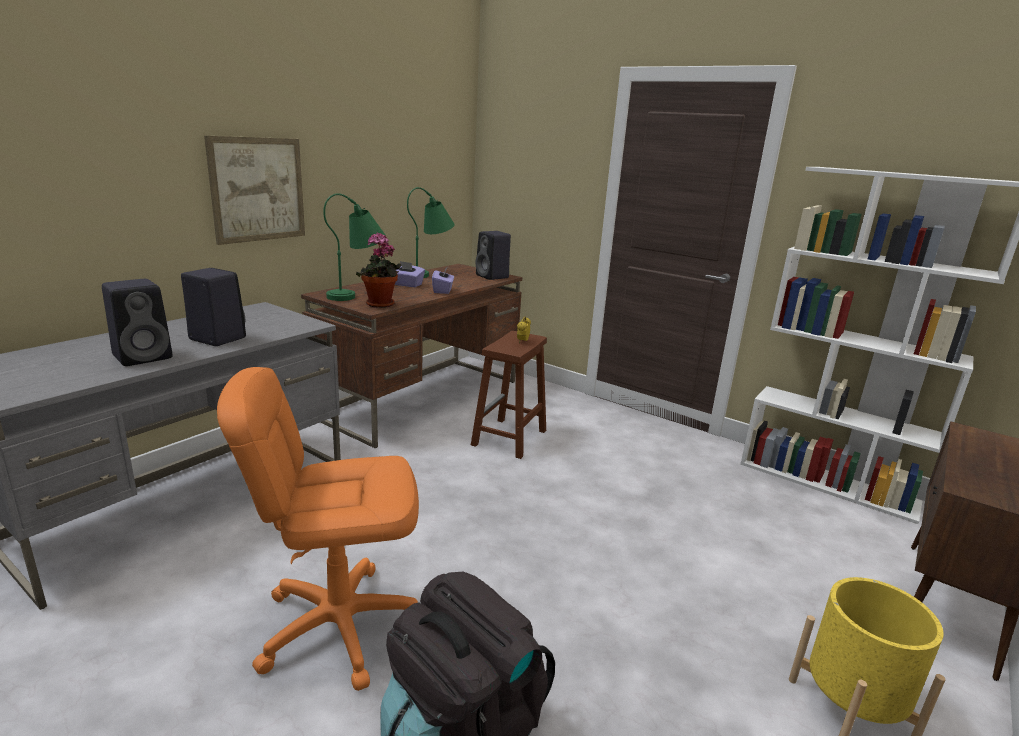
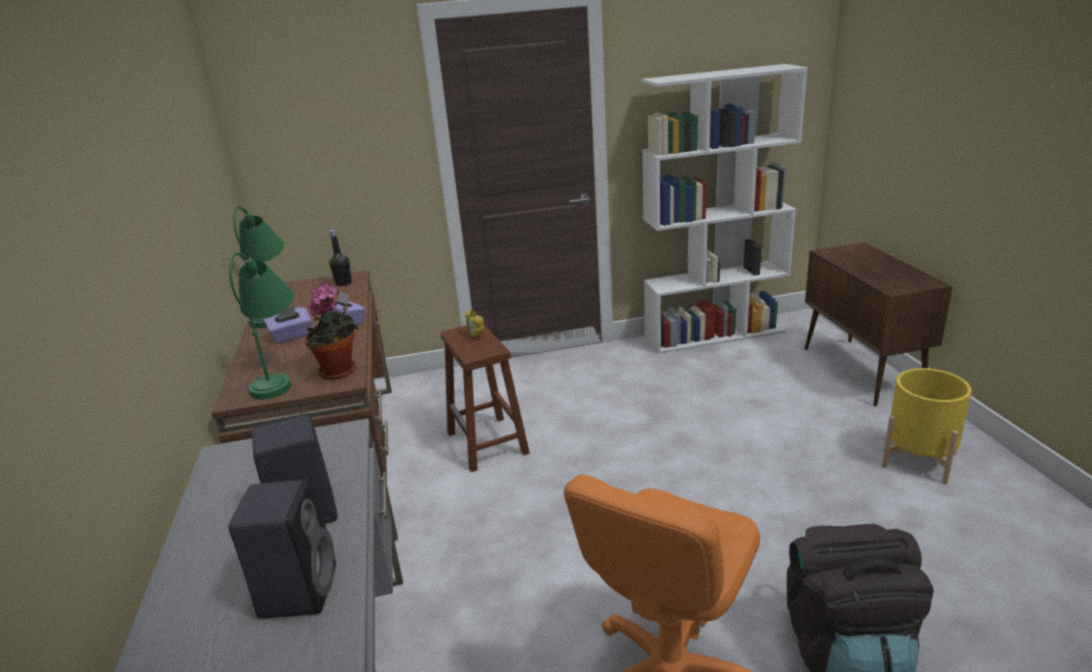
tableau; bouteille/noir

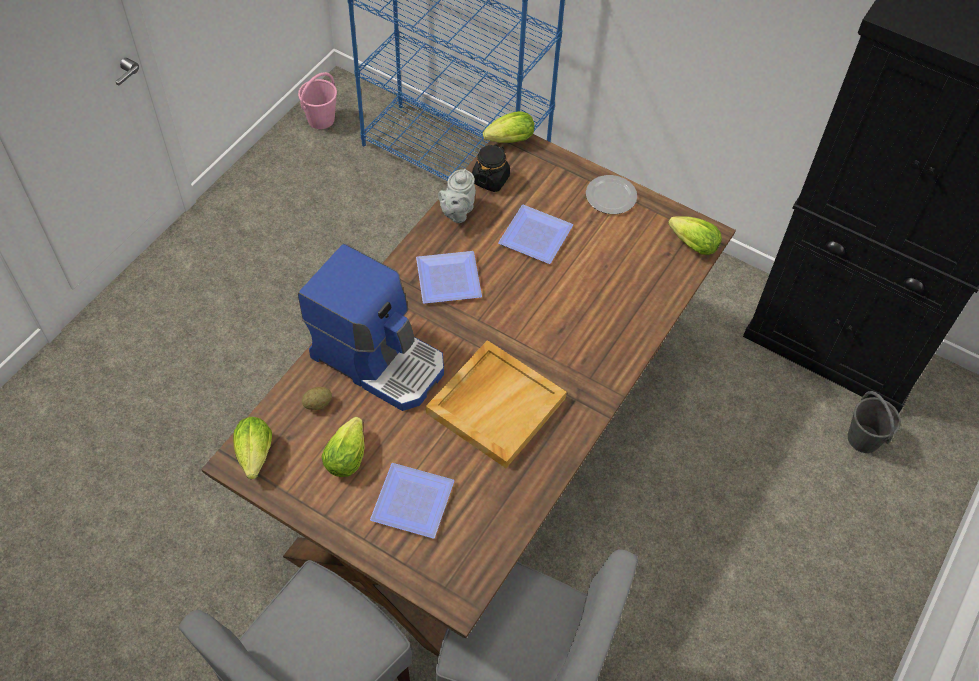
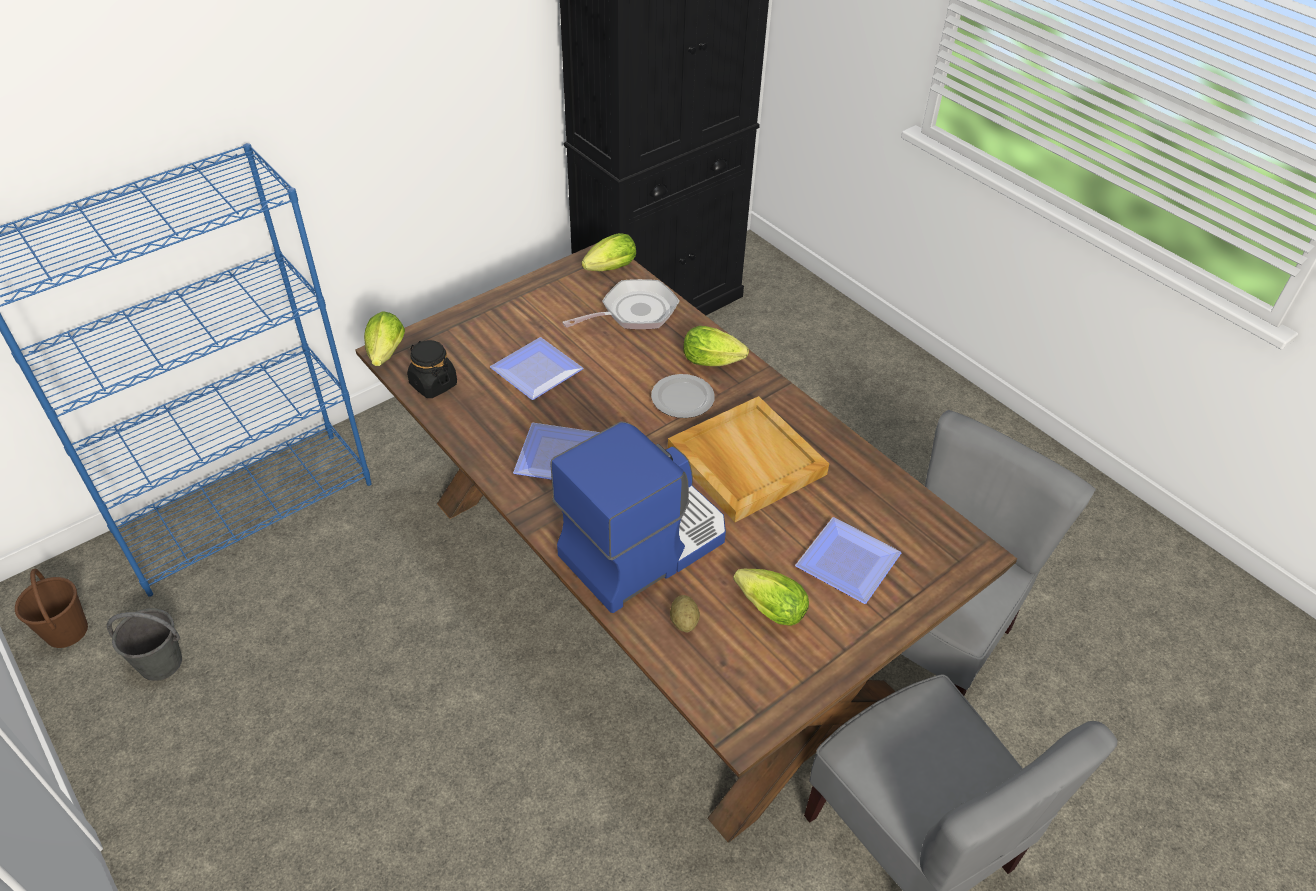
laitue (3rd from left); seau/marron; théière/gris; assiette (3rd from left); seau/gris; poêle

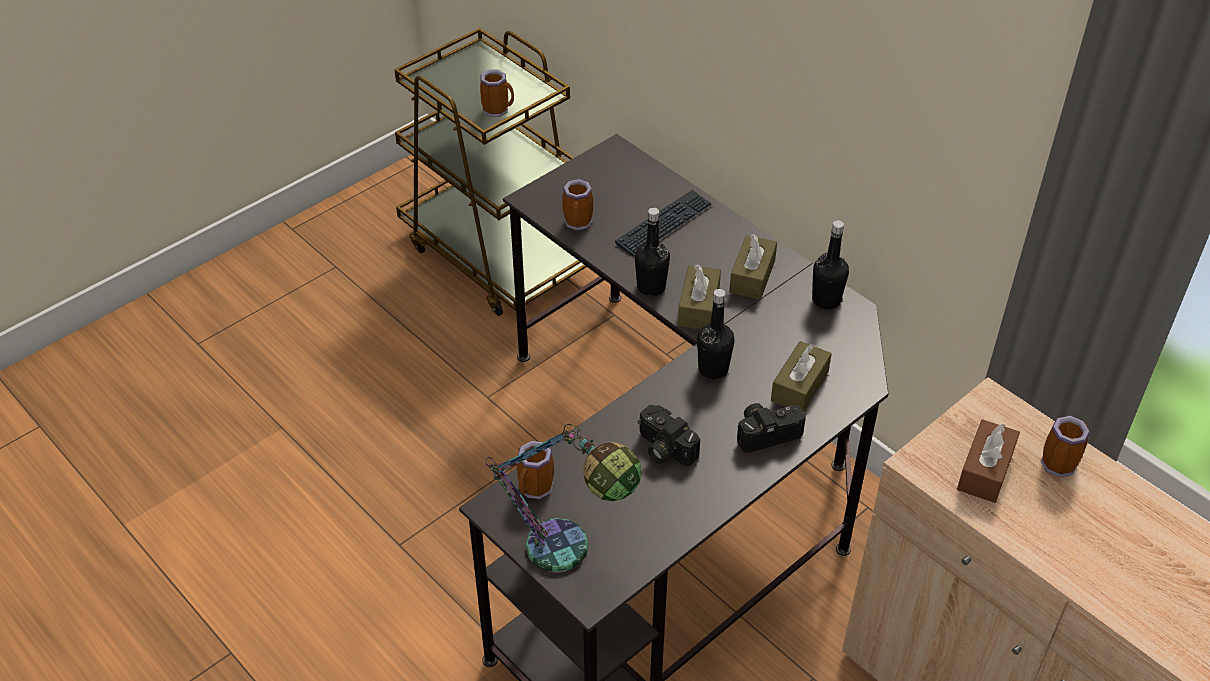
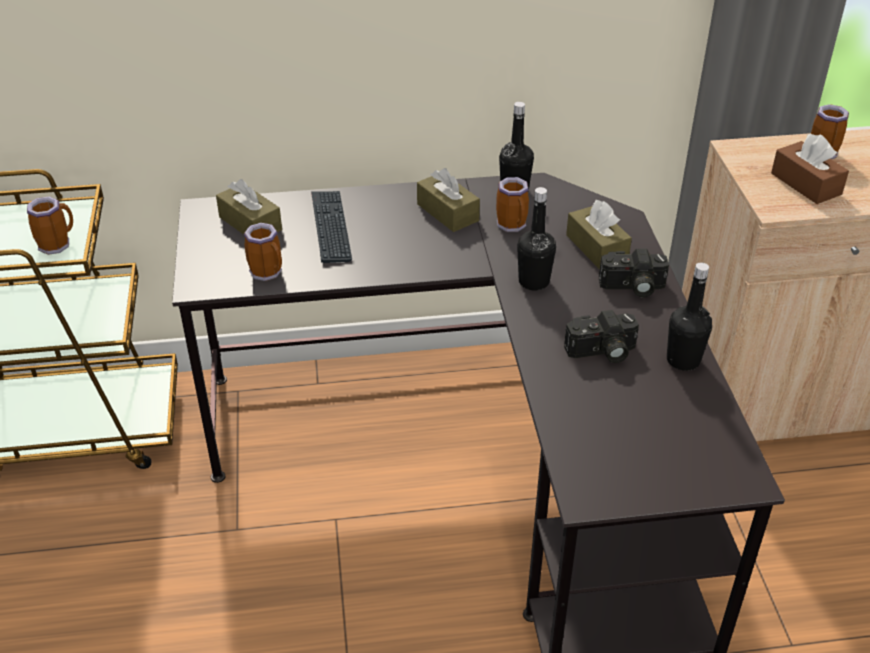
lampe de table; mug (3rd from left); bouteille/noir (3rd from left); boîte à mouchoirs/marron (1st from left); appareil photo (2nd from left)

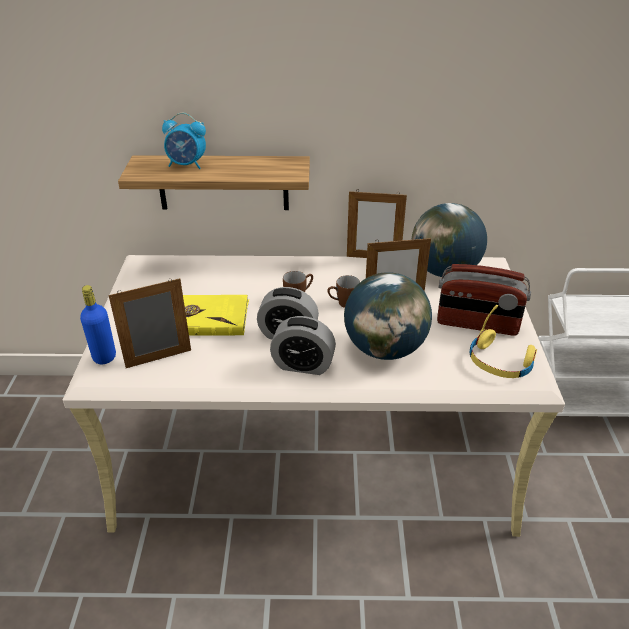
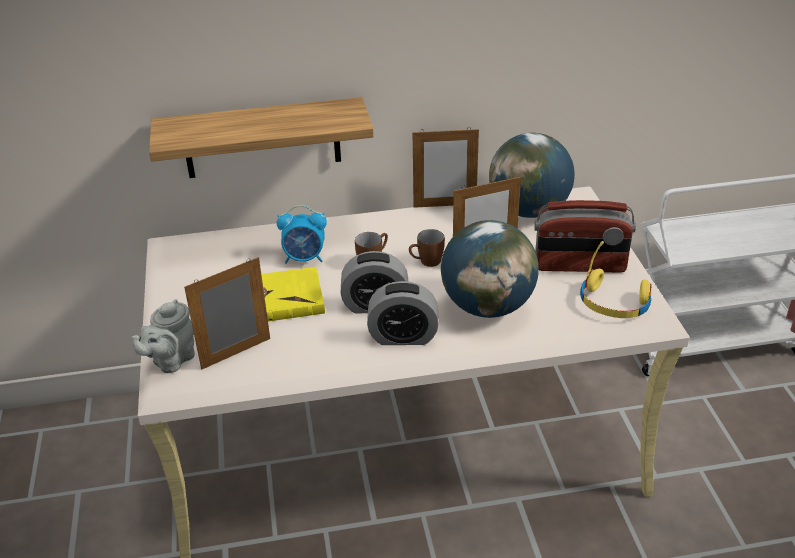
théière/gris; réveil (1st from left)

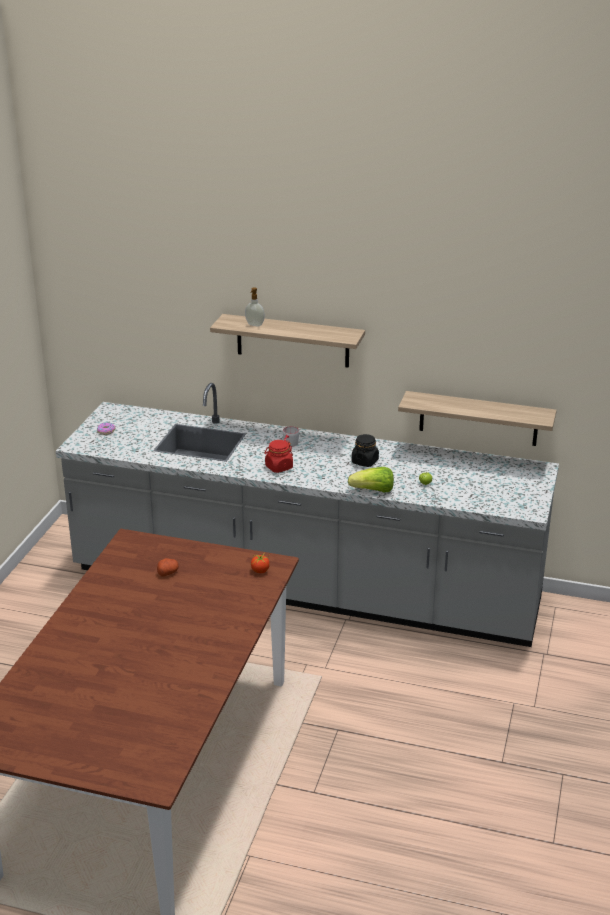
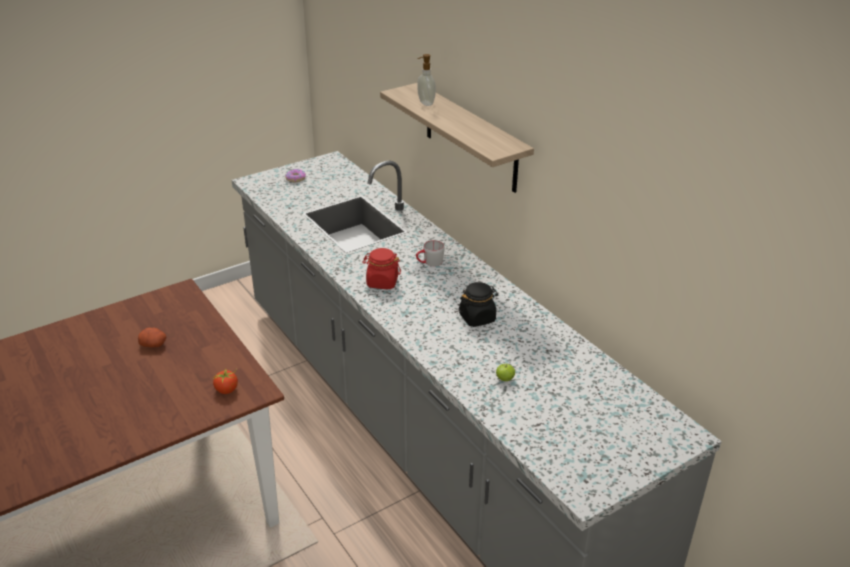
laitue; étagère (2nd from left in the first image)

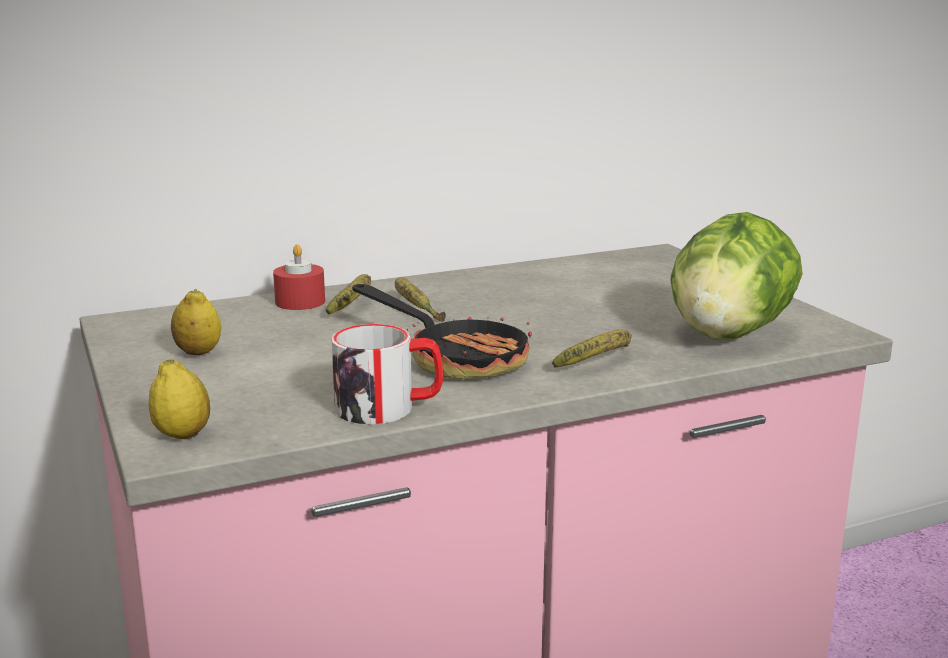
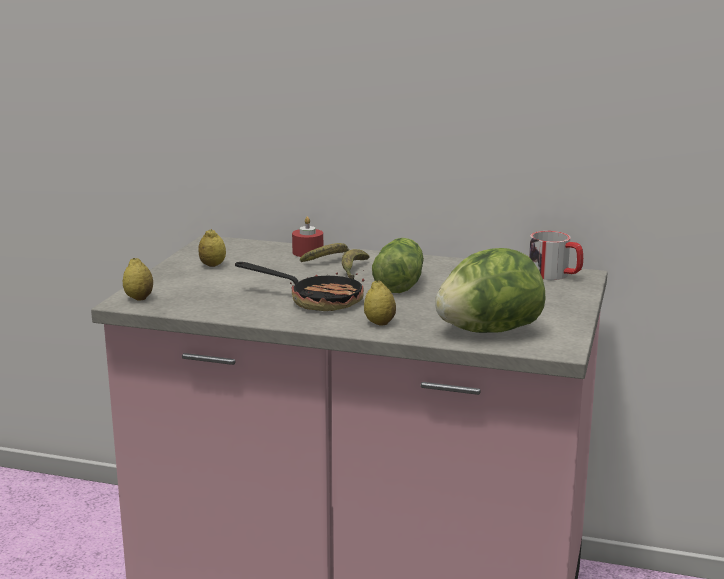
mug; poêle; citron (3rd from left); laitue (1st from left)

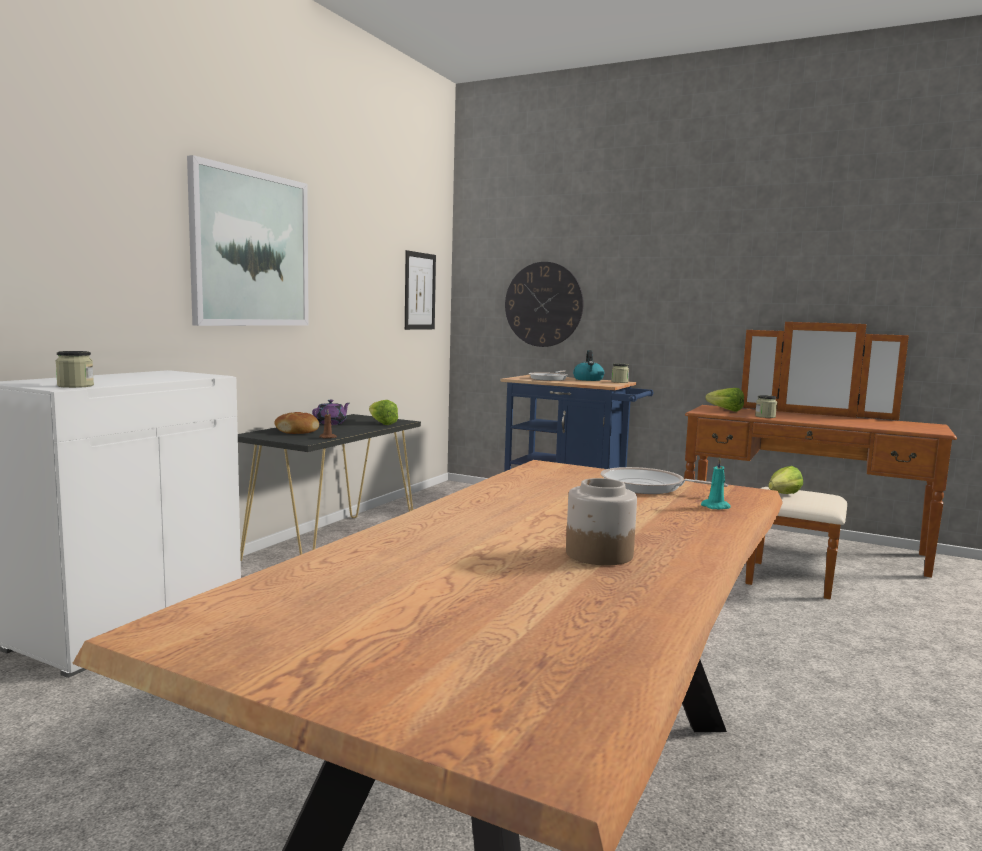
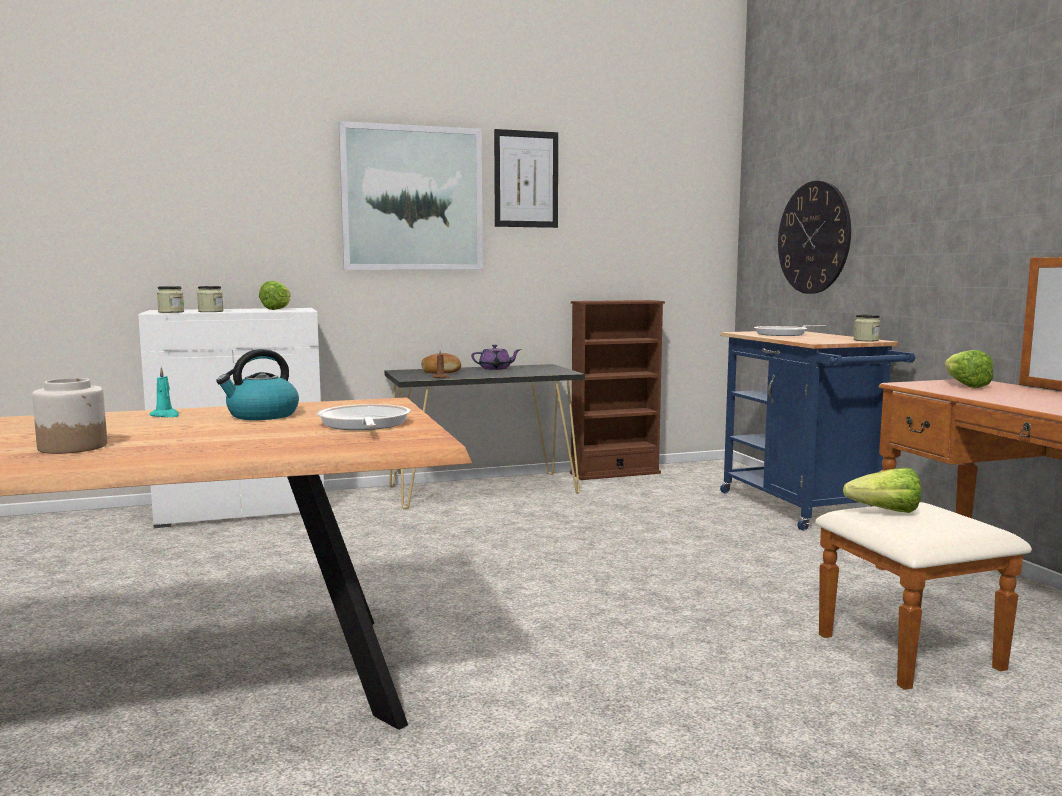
laitue (1st from left); tableau (2nd from left); bouilloire; bougie/turquoise; bocal (3rd from left); bibliothèque/marron

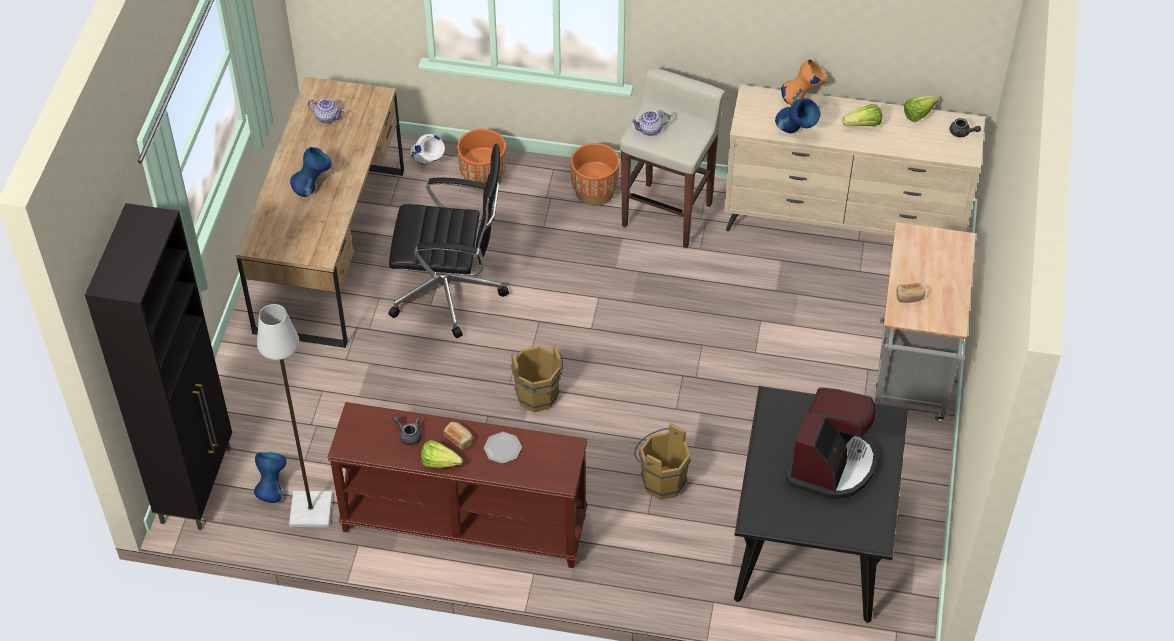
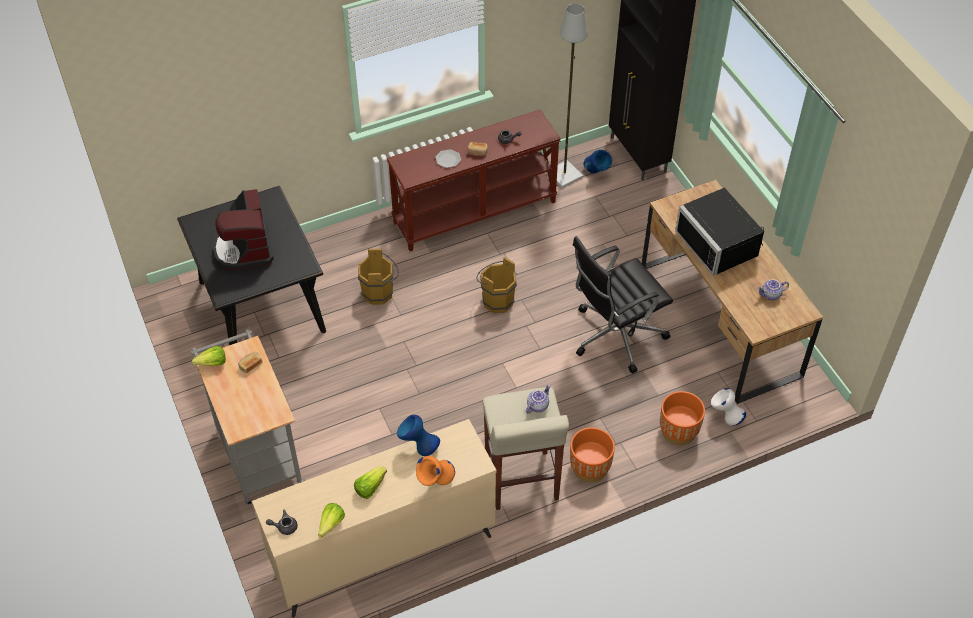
micro-ondes/noir; laitue (1st from left)

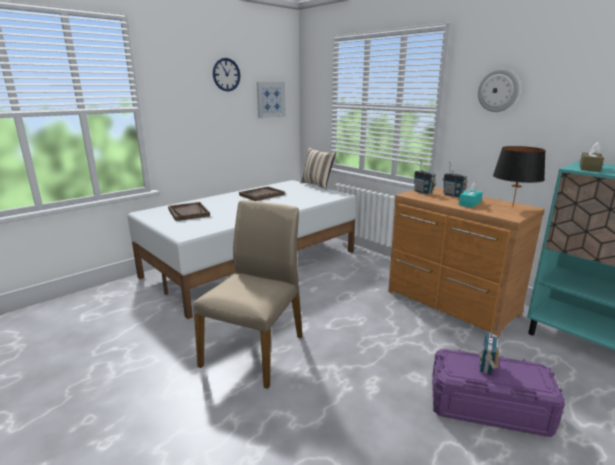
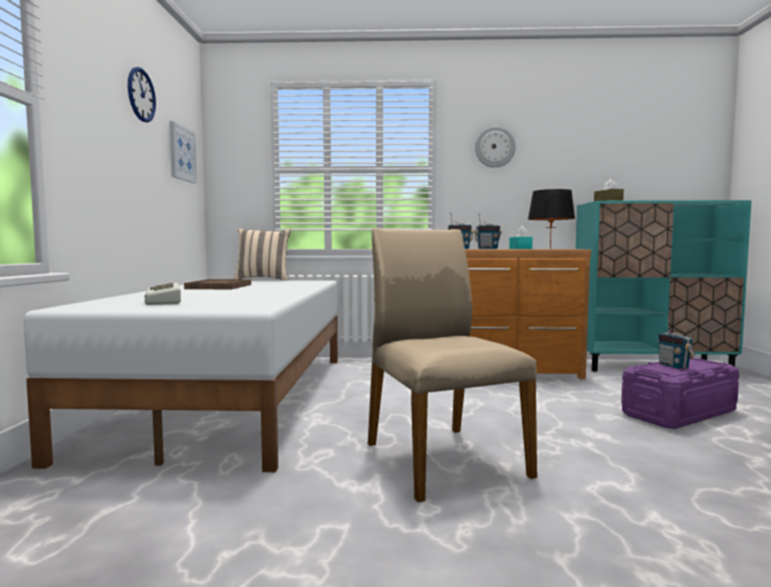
clavier

